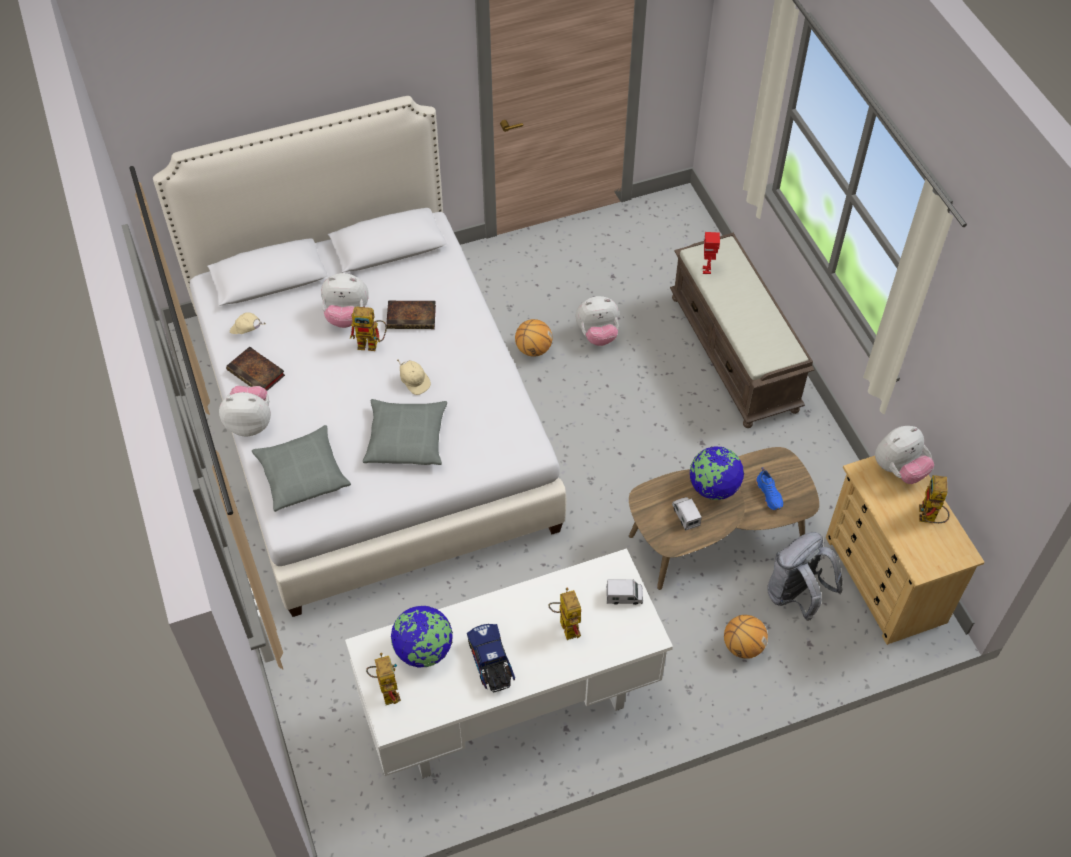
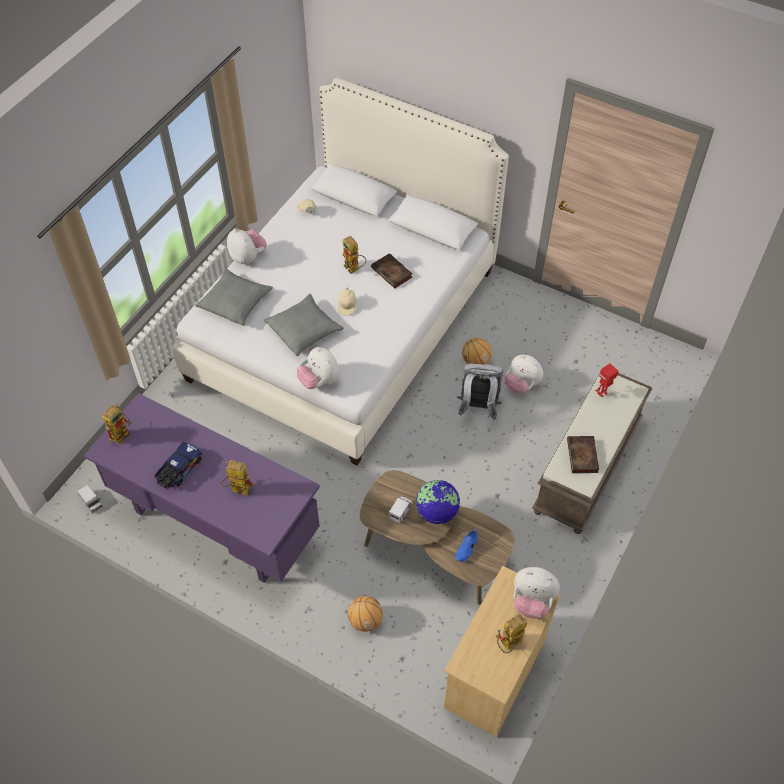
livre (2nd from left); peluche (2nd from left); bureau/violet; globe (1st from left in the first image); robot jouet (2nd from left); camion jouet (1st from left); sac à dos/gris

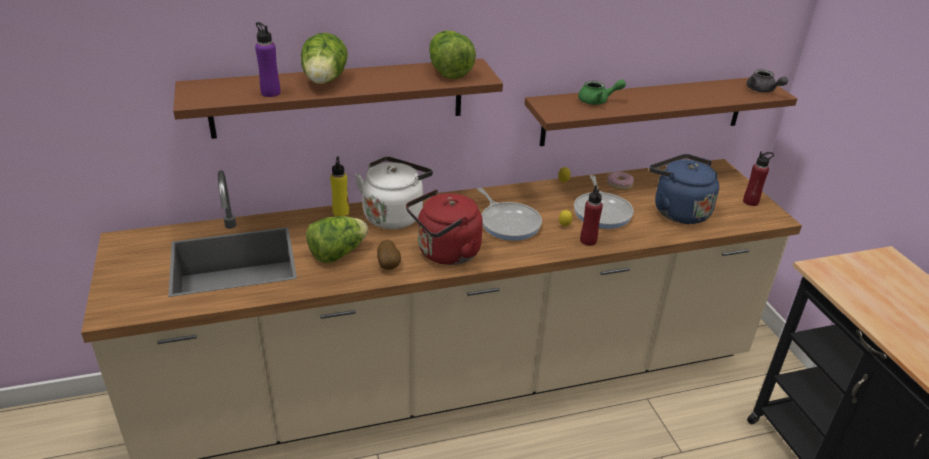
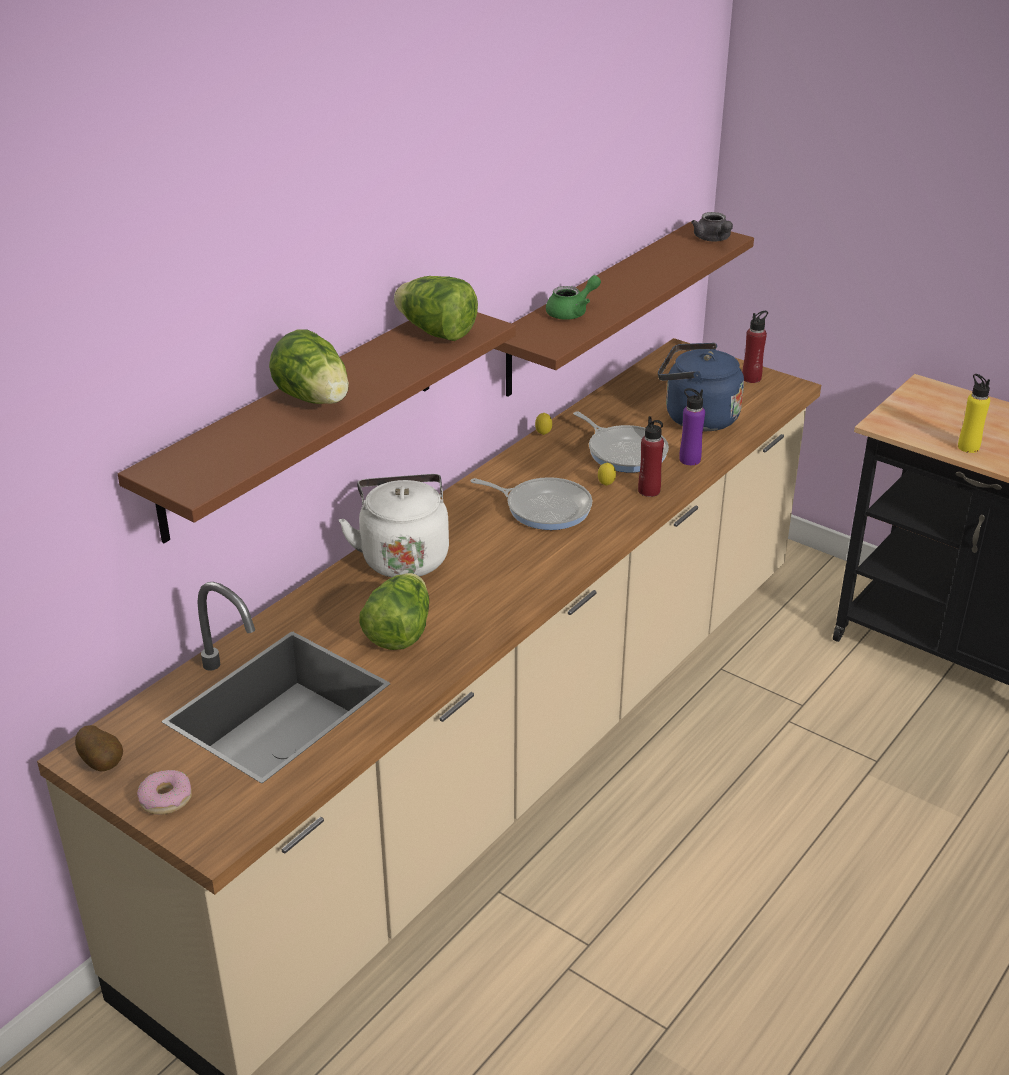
bouteille/violet; bouteille/jaune; pomme de terre; bouilloire/rouge; beignet; théière/gris

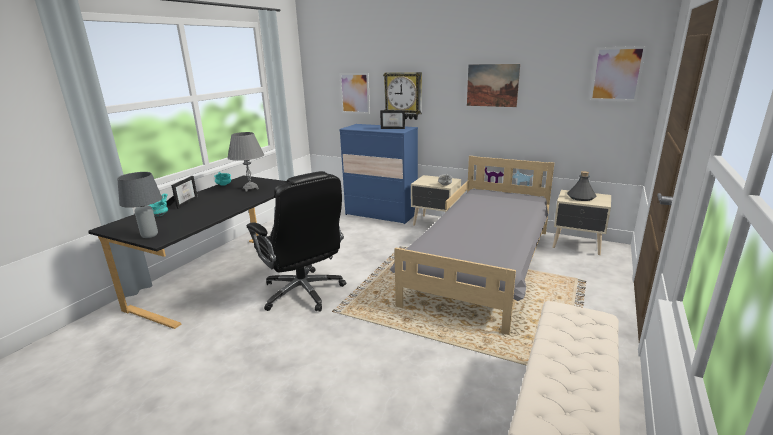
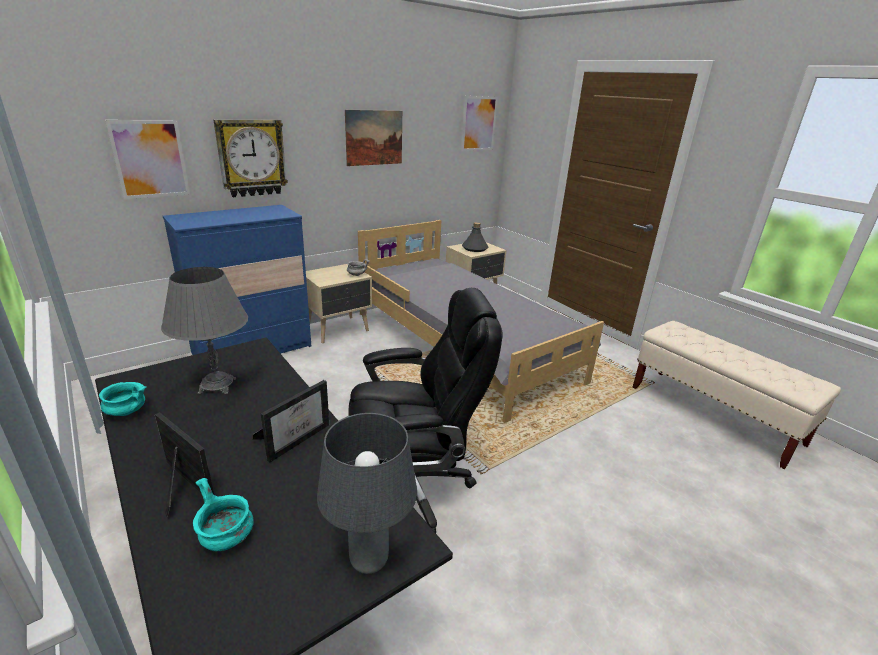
cadre photo (2nd from left)

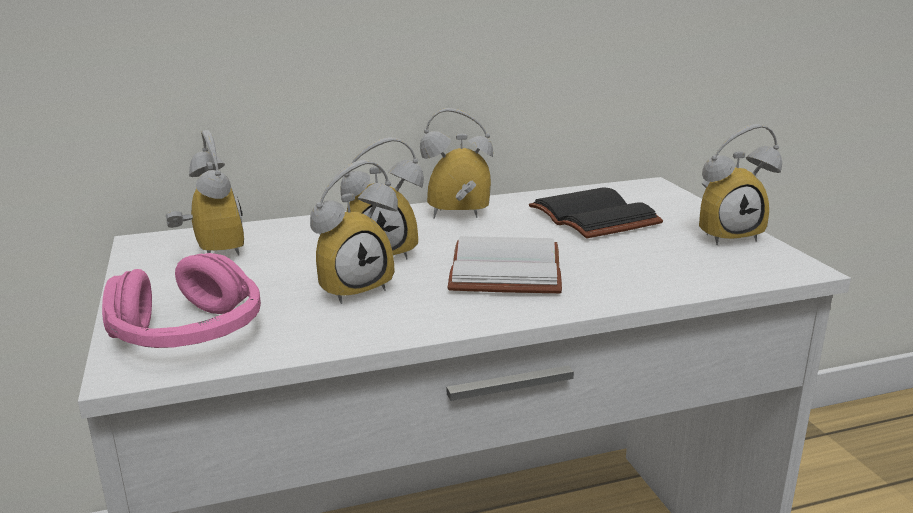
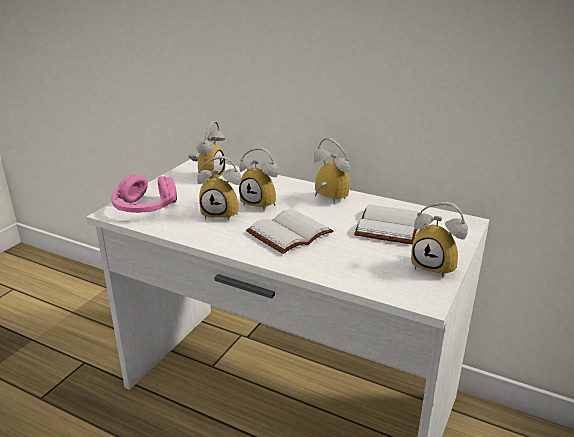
livre/blanc (2nd from left)

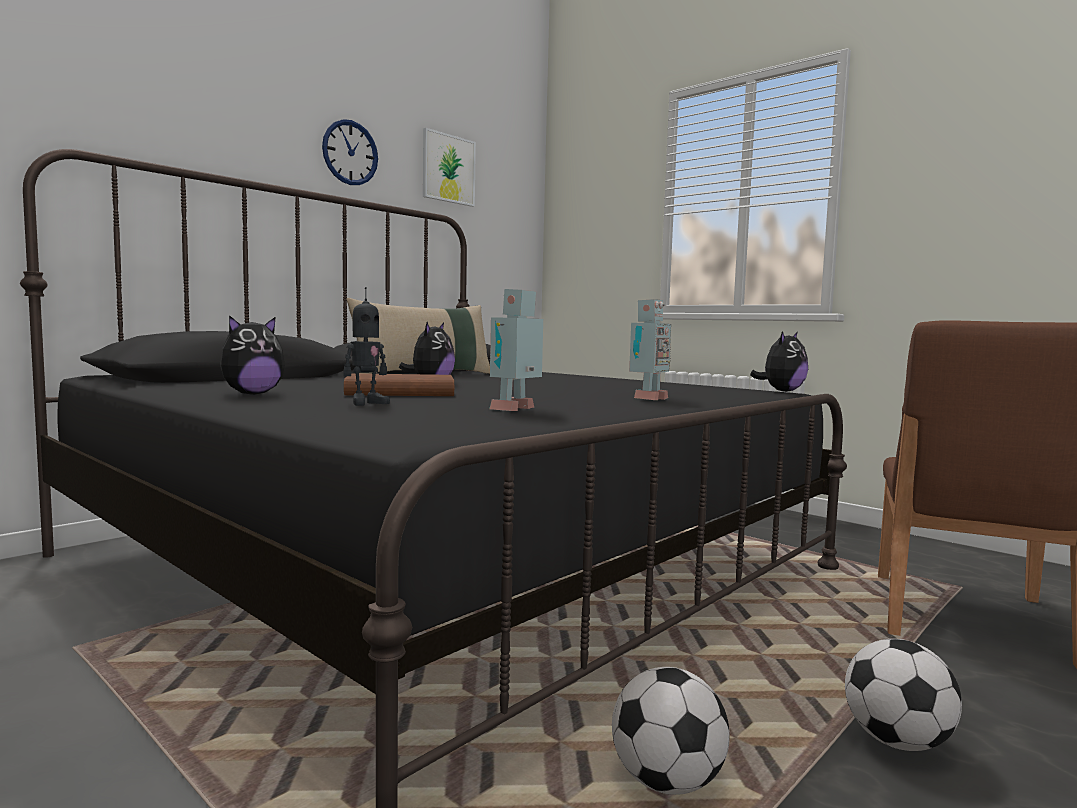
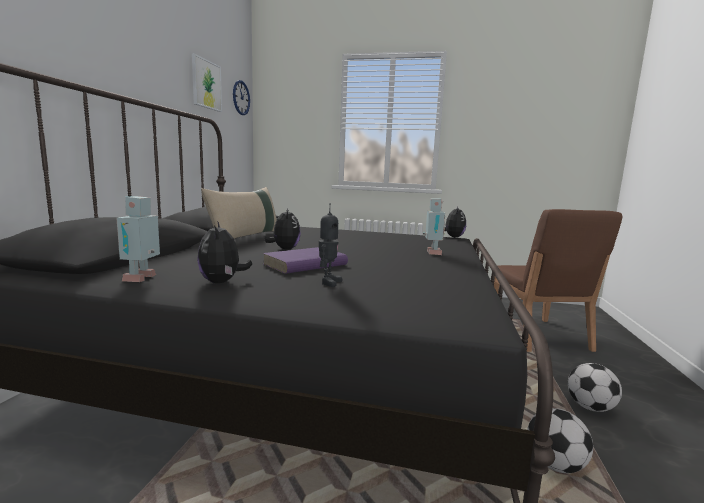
peluche (1st from left); horloge murale; livre/violet; robot jouet (1st from left)

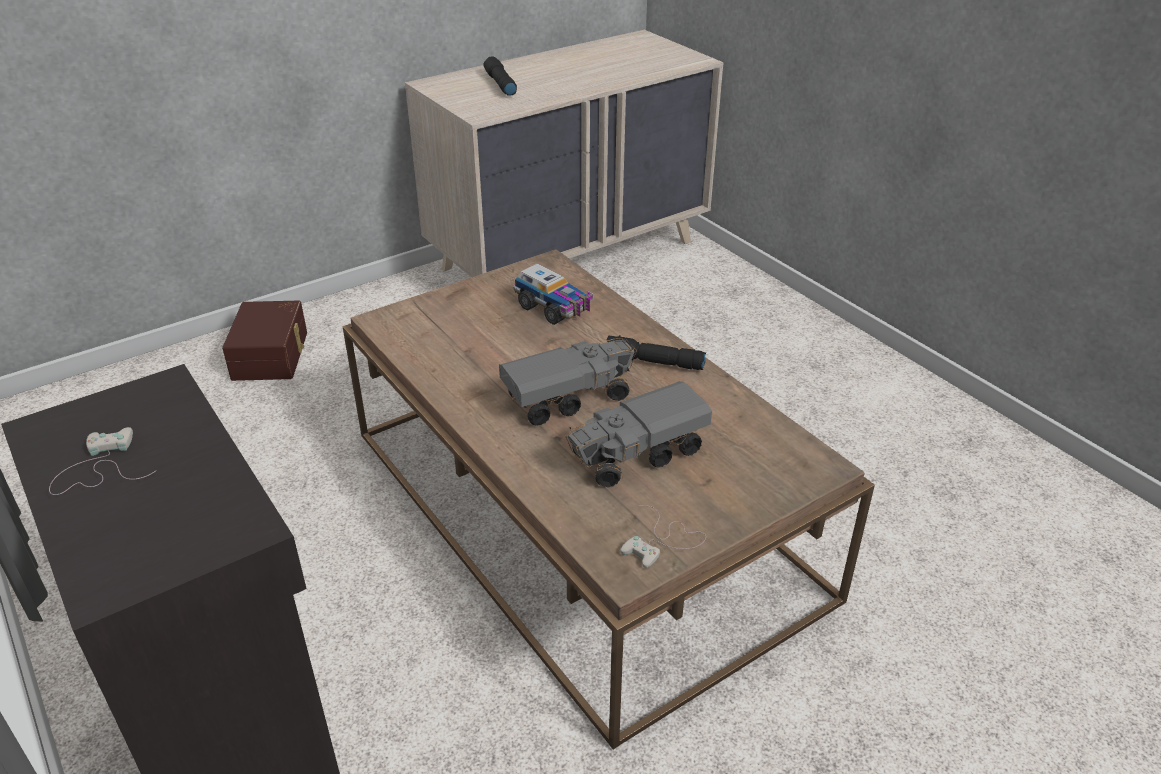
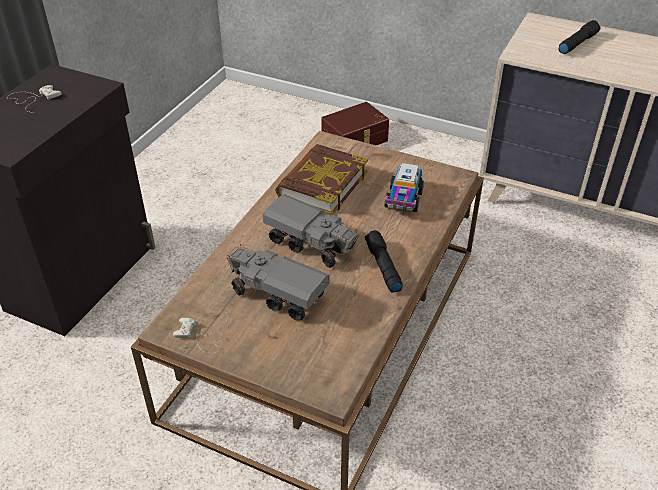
livre

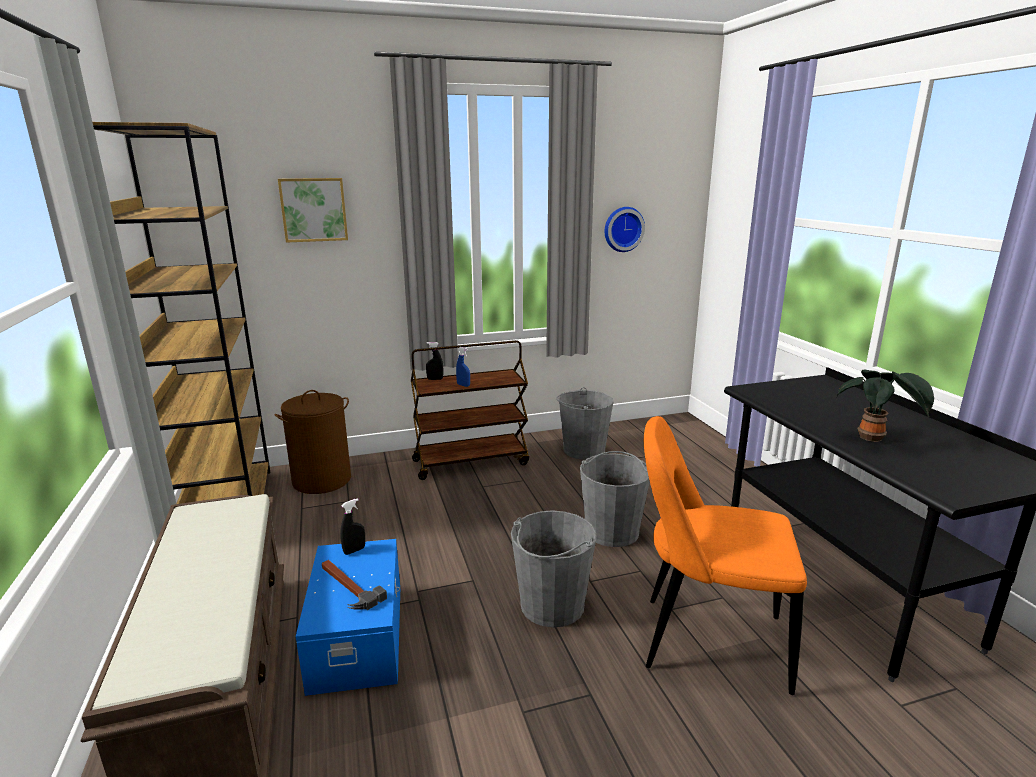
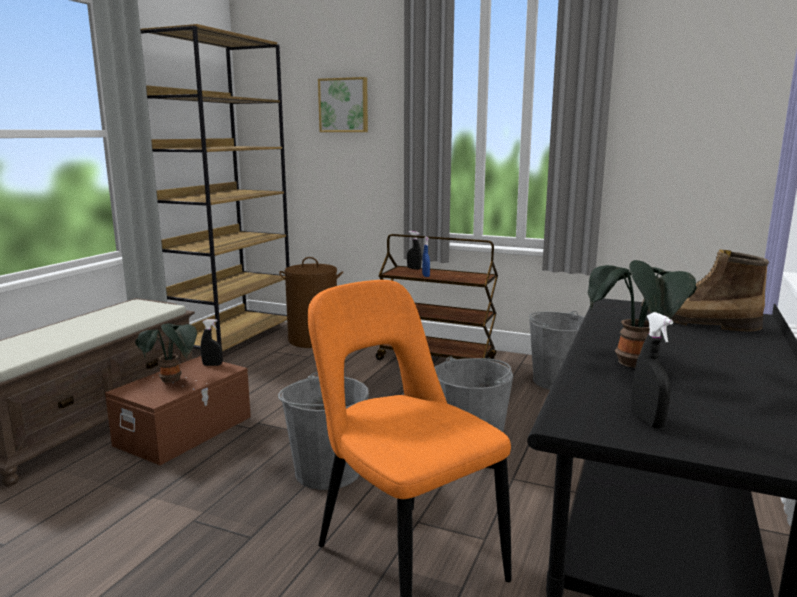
boîte de rangement/marron; plante en pot (1st from left); horloge murale; vaporisateur/noir (3rd from left); botte

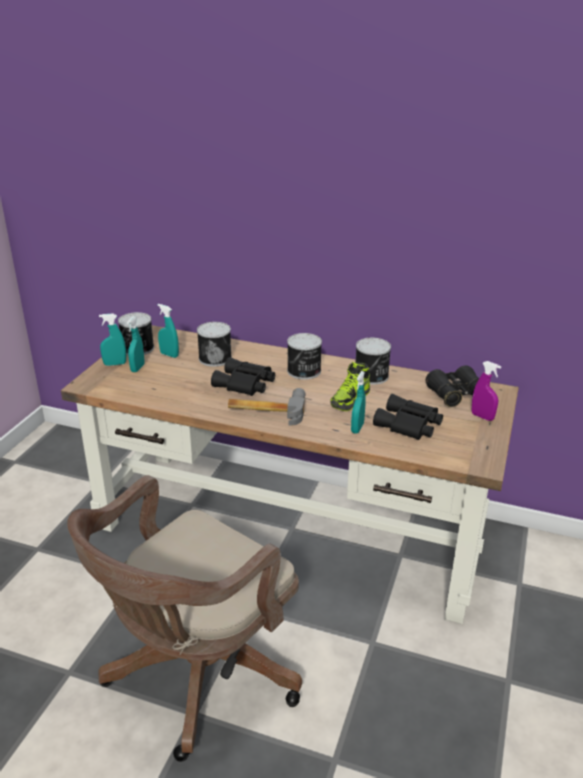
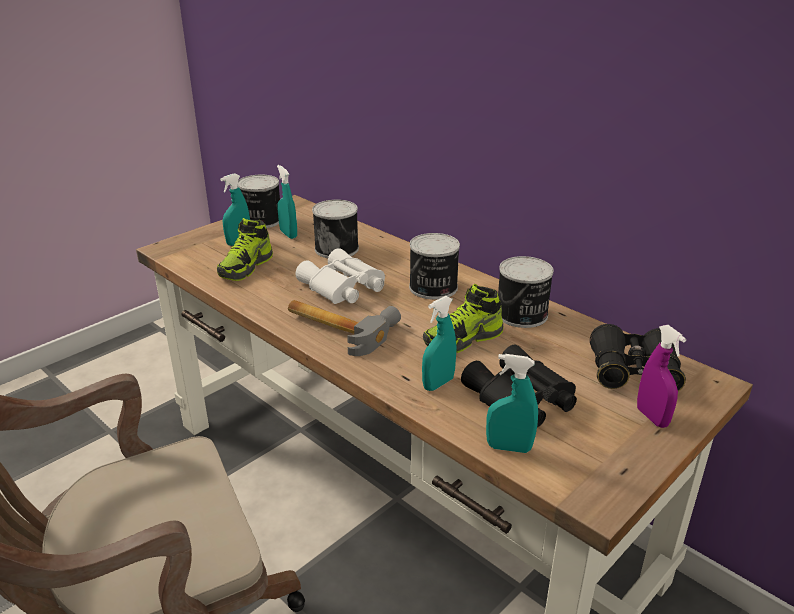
vaporisateur/turquoise (4th from left); jumelles/blanc; chaussure (1st from left)

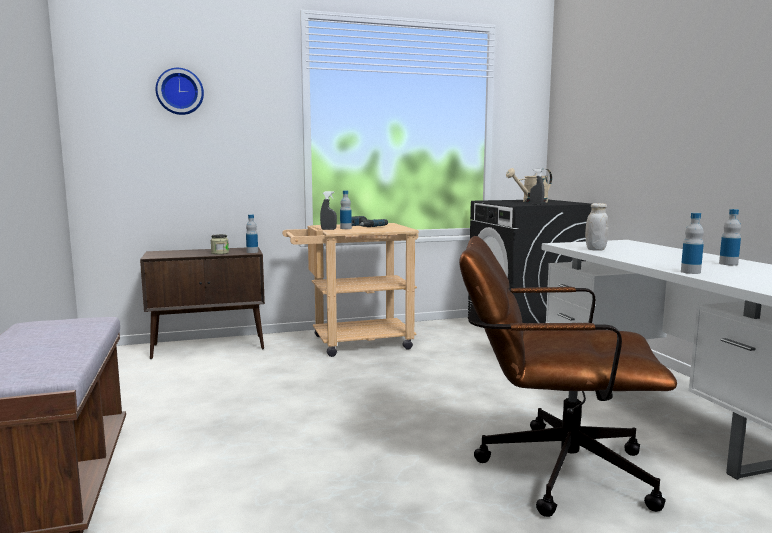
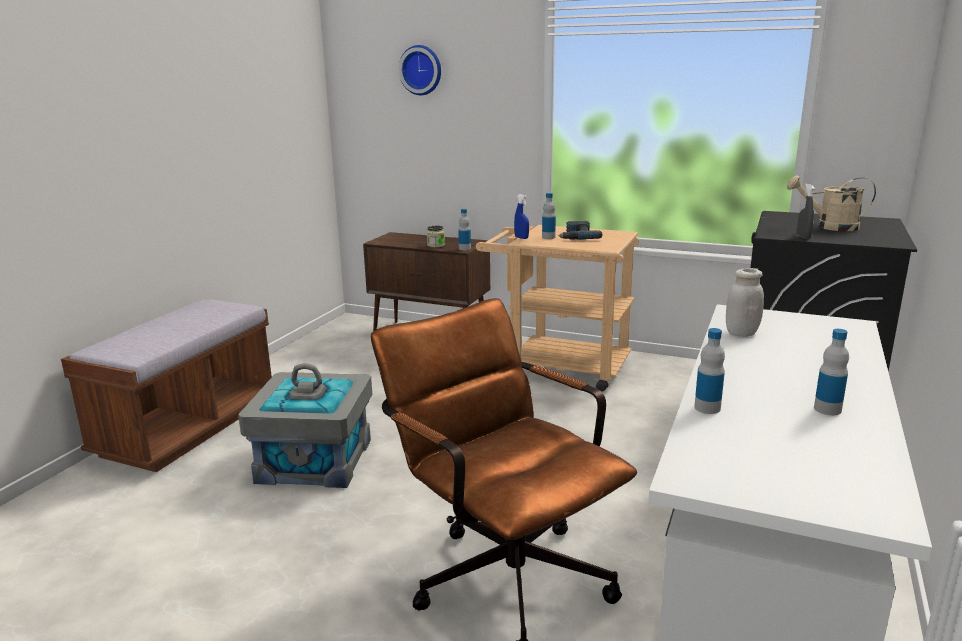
vaporisateur/bleu; boîte de rangement/gris

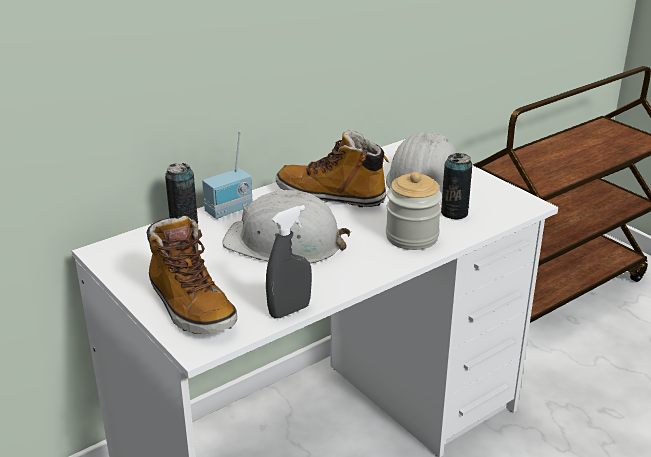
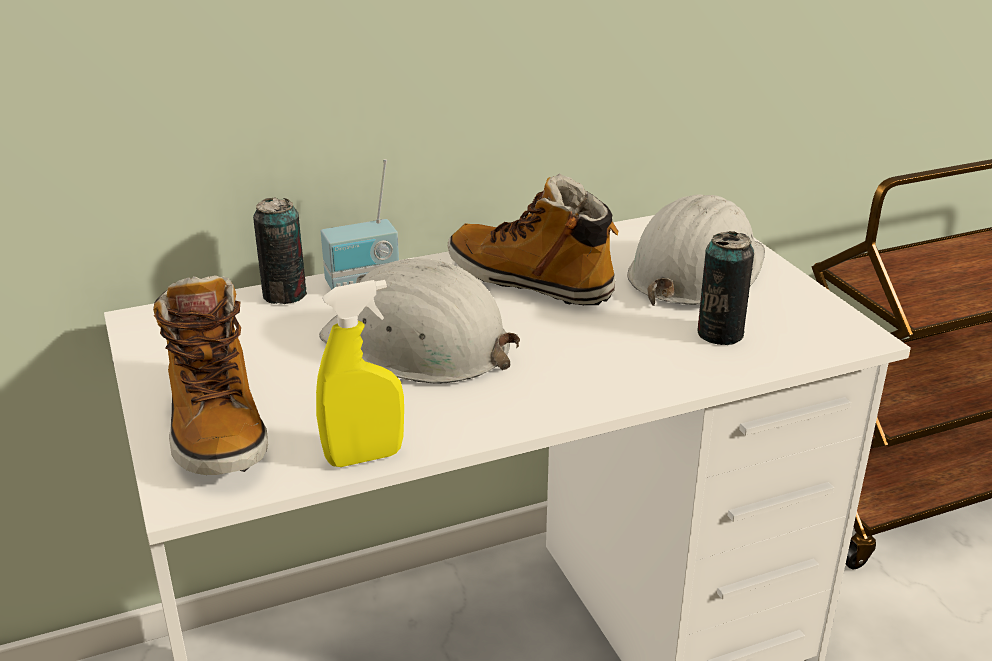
vaporisateur/jaune; bocal

